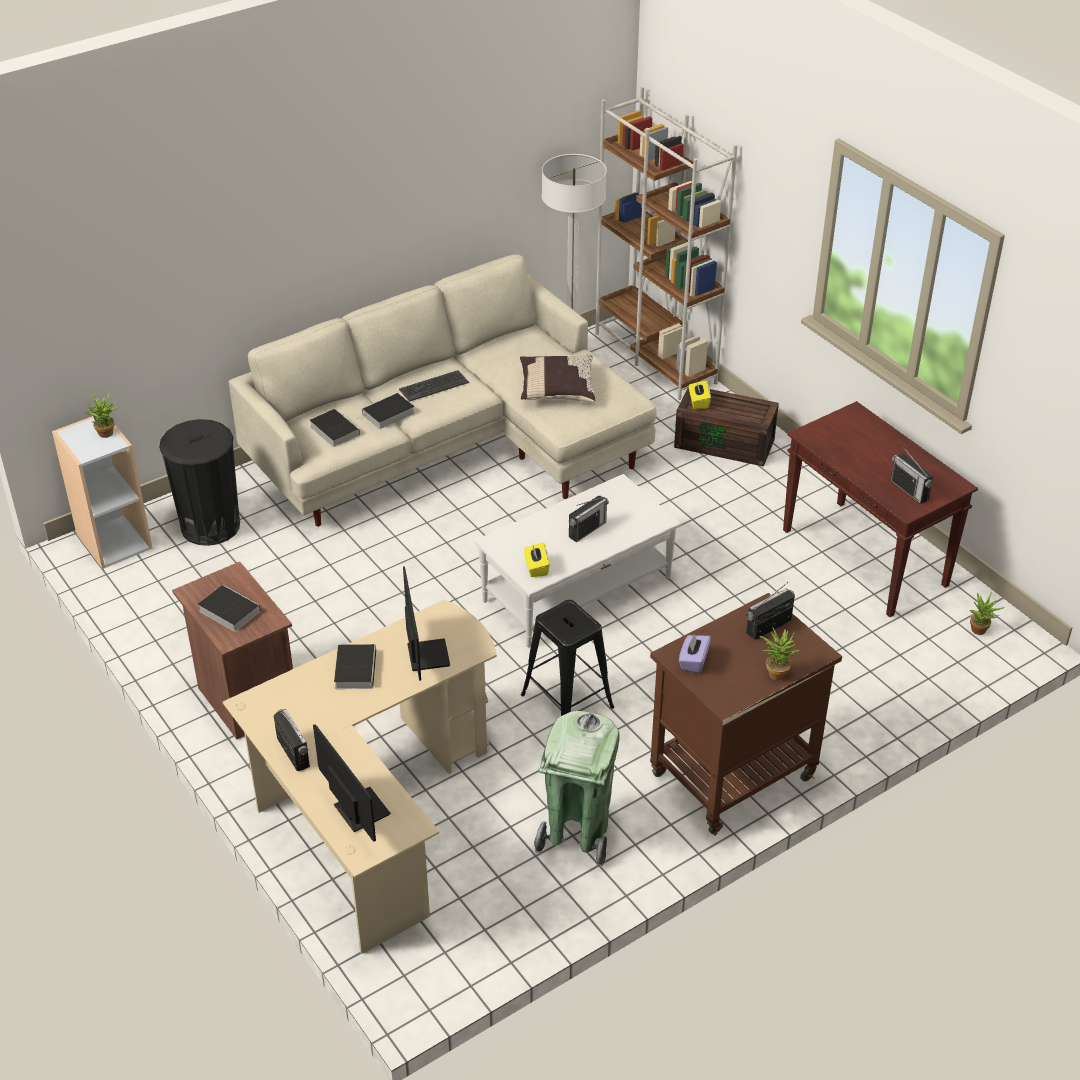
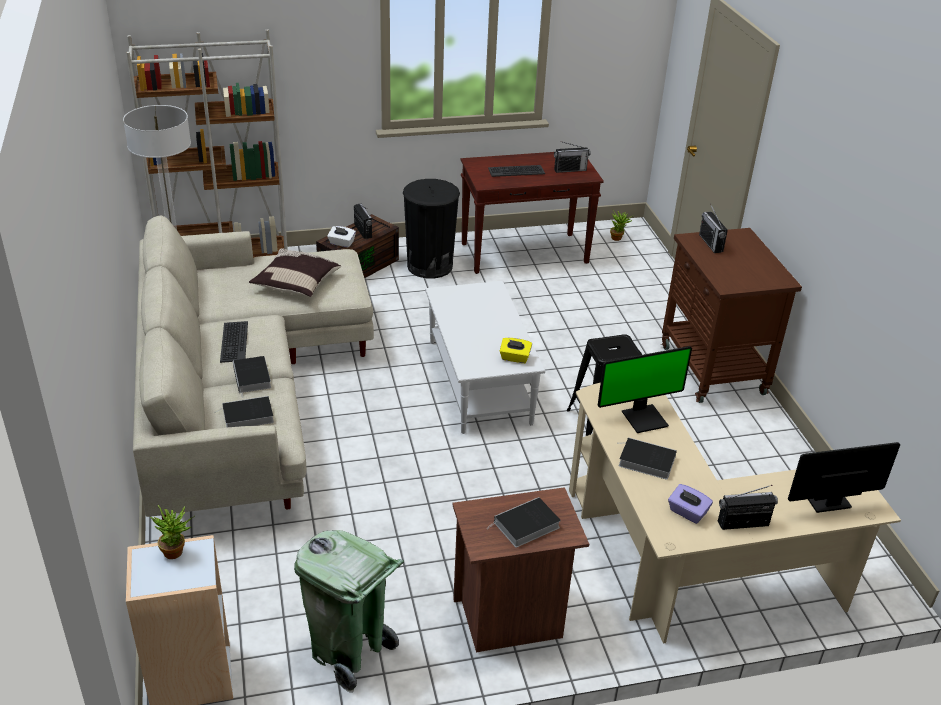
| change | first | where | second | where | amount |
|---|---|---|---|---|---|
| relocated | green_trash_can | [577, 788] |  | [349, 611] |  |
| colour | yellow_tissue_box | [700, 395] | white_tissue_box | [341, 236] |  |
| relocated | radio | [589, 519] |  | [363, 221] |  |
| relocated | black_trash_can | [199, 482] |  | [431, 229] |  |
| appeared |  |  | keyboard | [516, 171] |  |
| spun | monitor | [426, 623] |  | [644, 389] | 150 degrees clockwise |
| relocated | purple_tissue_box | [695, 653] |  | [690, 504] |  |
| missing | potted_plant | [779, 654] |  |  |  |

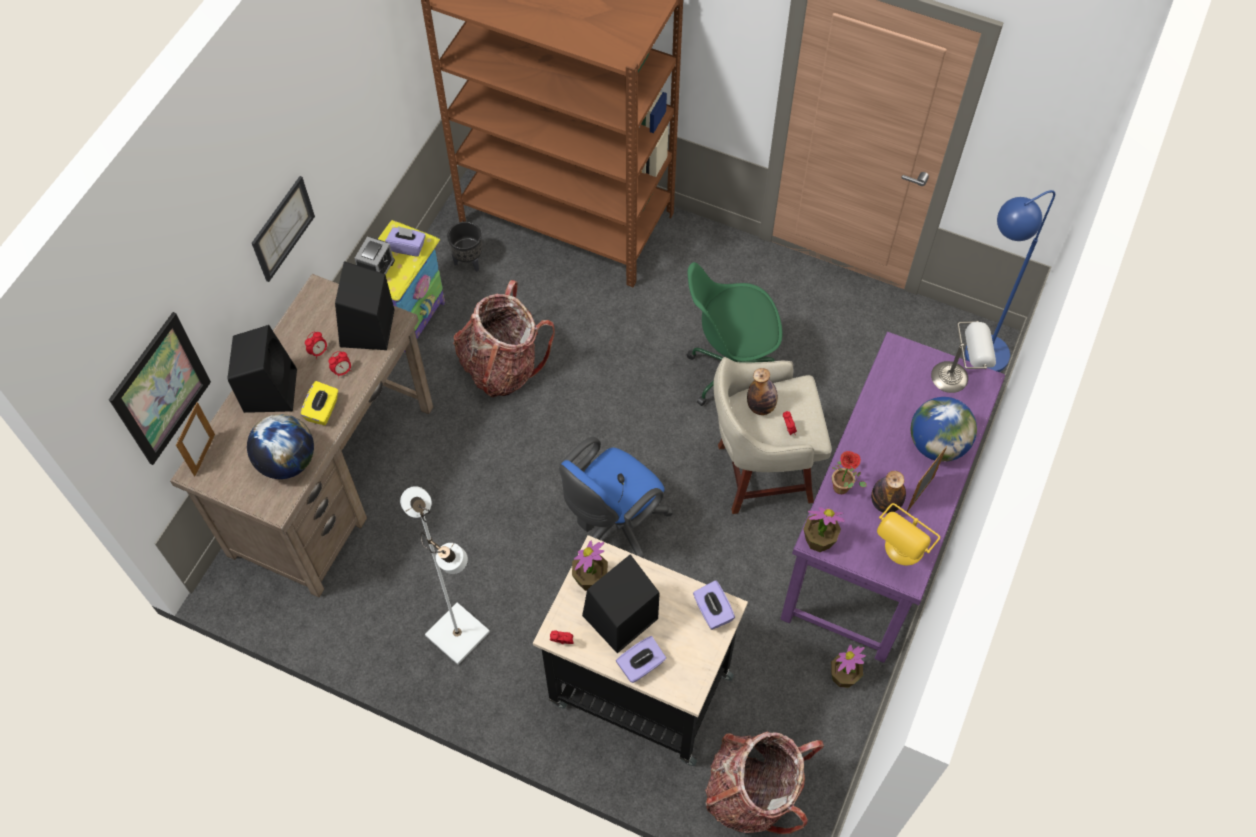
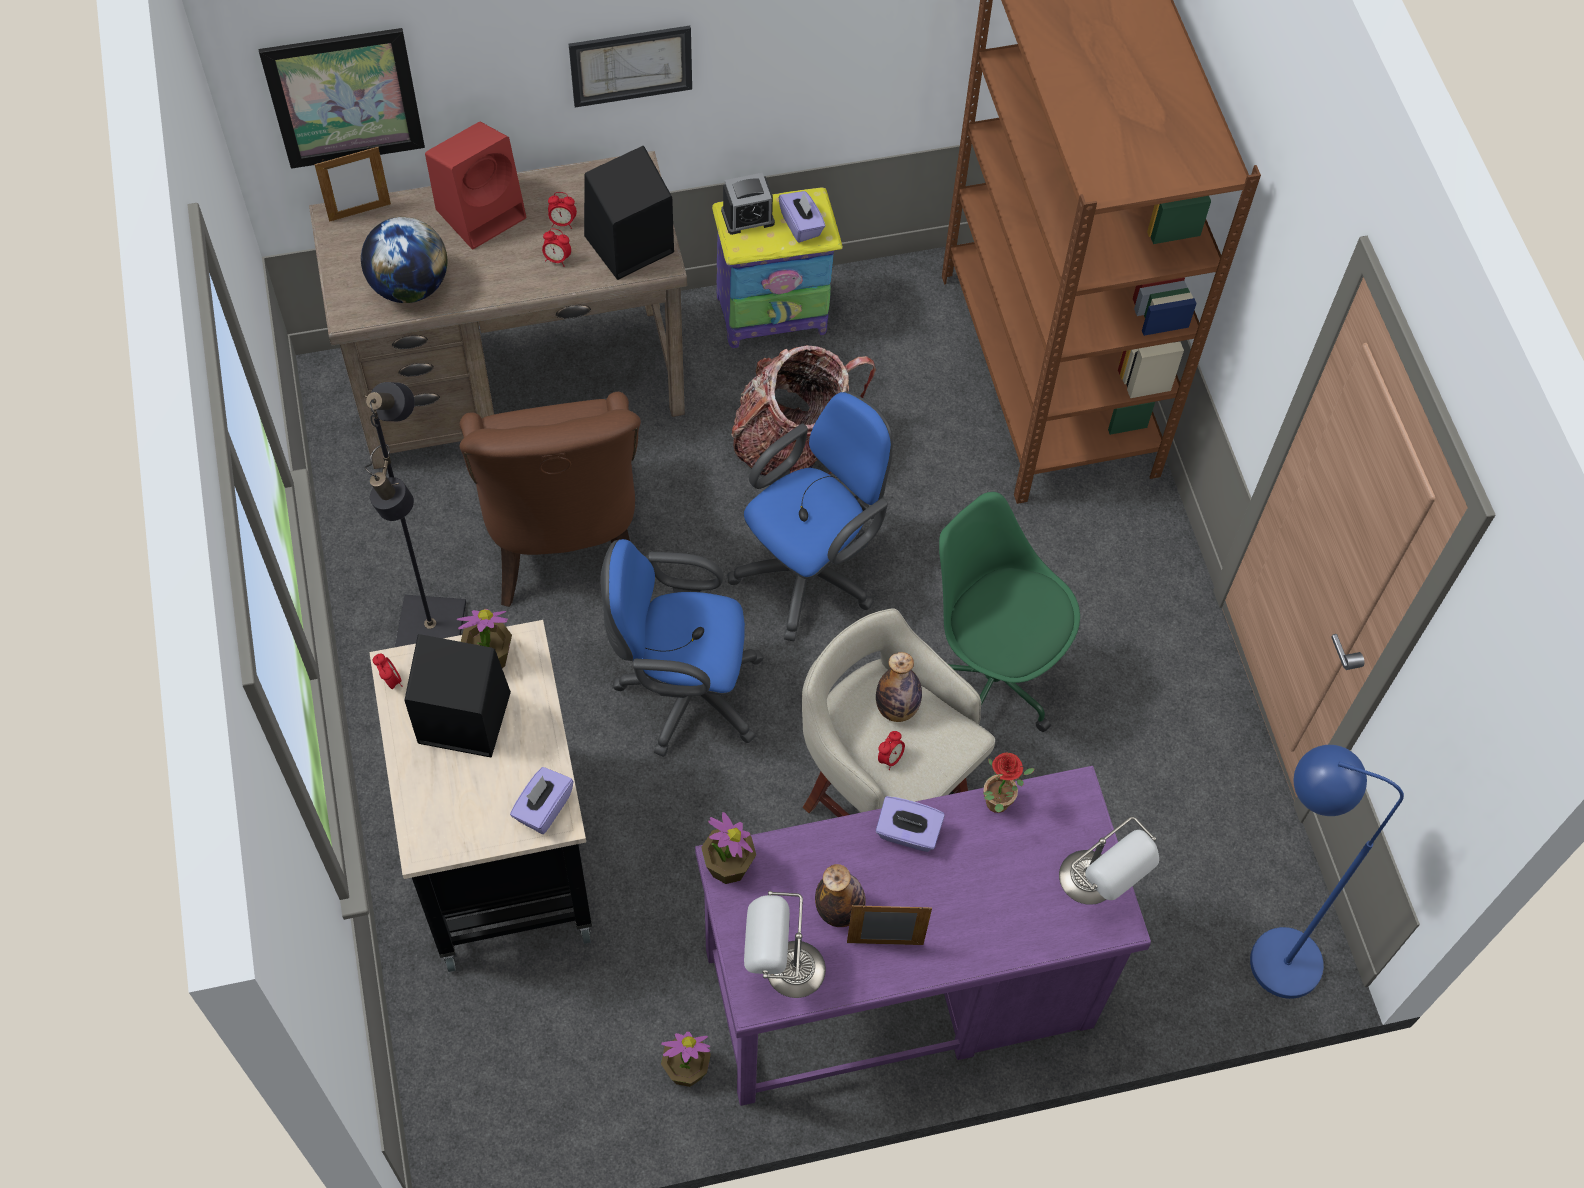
| change | first | where | second | where | amount |
|---|---|---|---|---|---|
| colour | white_floor_lamp | [445, 575] | black_floor_lamp | [415, 514] |  |
| colour | black_speaker | [262, 369] | red_speaker | [475, 186] |  |
| appeared |  |  | brown_chair | [550, 499] |  |
| appeared |  |  | blue_office_chair | [810, 516] |  |
| colour | yellow_table_lamp | [908, 534] | white_table_lamp | [785, 944] |  |
| relocated | purple_tissue_box | [641, 659] |  | [910, 824] |  |
| relocated | potted_plant | [849, 472] |  | [1009, 783] |  |
| missing | yellow_tissue_box | [319, 403] |  |  |  |
| missing | black_planter | [465, 247] |  |  |  |
| missing | backpack | [764, 783] |  |  |  |
| missing | globe | [944, 429] |  |  |  |

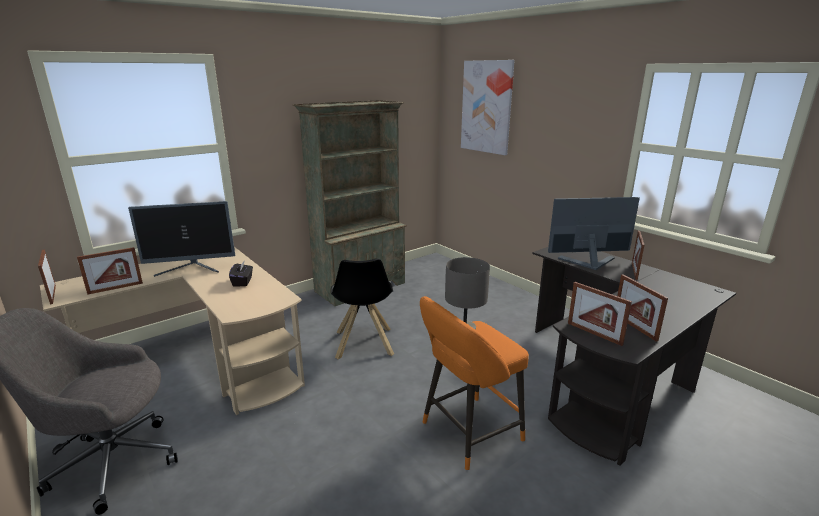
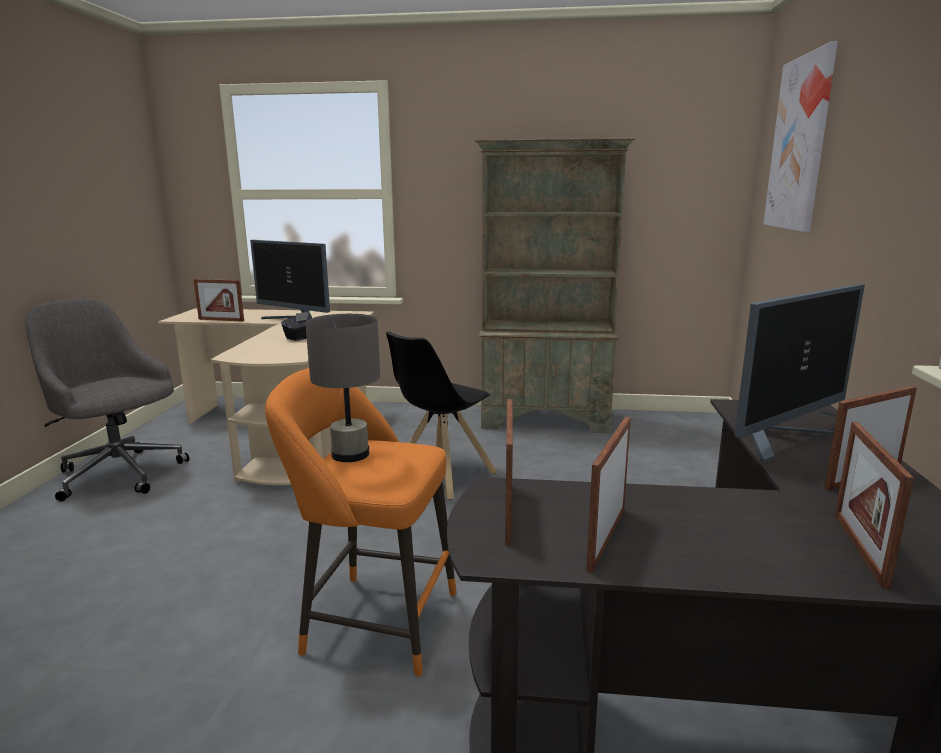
| change | first | where | second | where | amount |
|---|---|---|---|---|---|
| spun | monitor | [594, 233] |  | [800, 374] | 105 degrees clockwise |
| relocated | picture_frame | [47, 277] |  | [874, 505] |  |

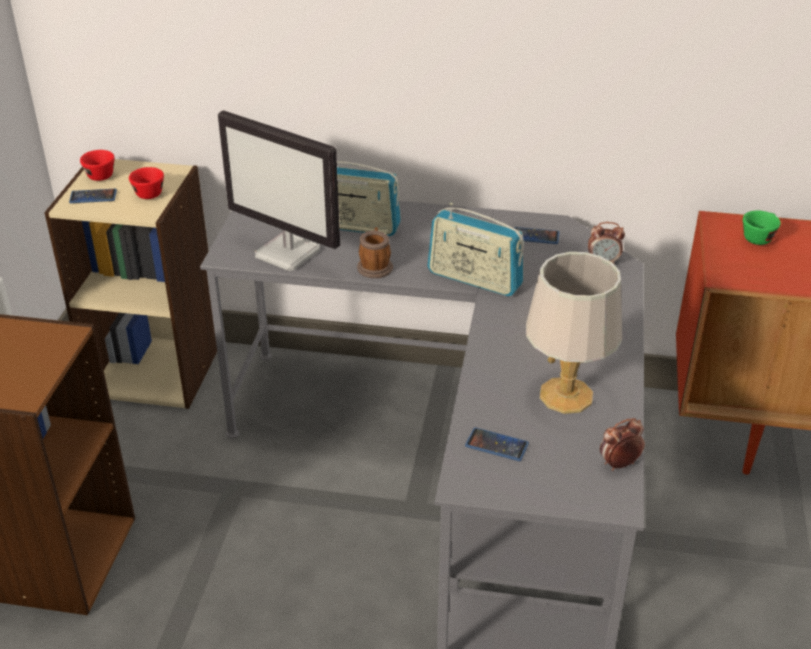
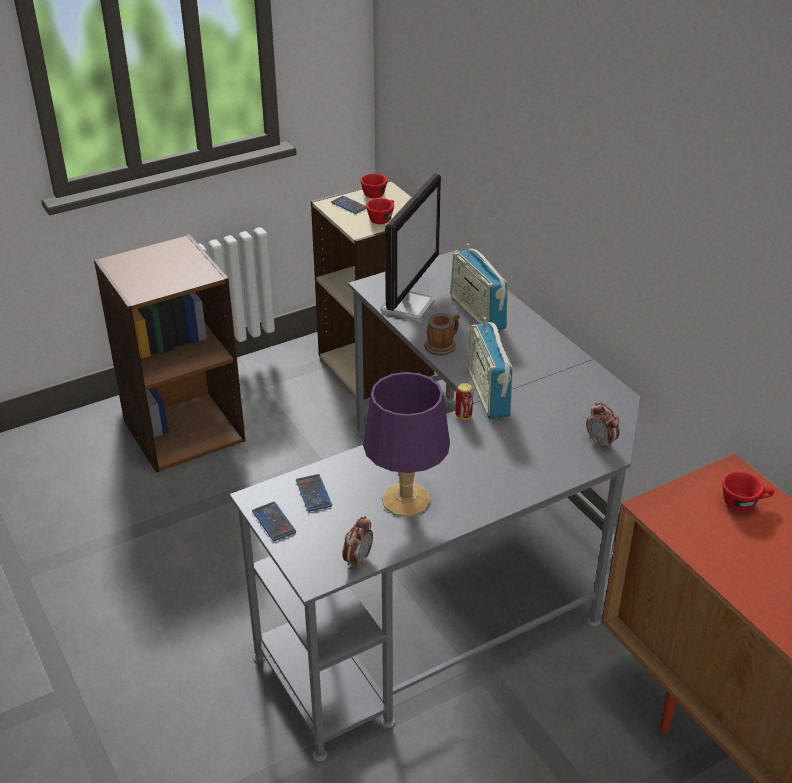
| change | first | where | second | where | amount |
|---|---|---|---|---|---|
| relocated | phone | [536, 235] |  | [274, 521] |  |
| spun | alarm_clock | [622, 444] |  | [357, 543] | 90 degrees clockwise |
| colour | grey_table_lamp | [574, 333] | purple_table_lamp | [406, 444] |  |
| spun | monitor | [279, 190] |  | [411, 247] | 150 degrees counterclockwise |
| appeared |  |  | can | [464, 401] |  |
| colour | green_cup | [762, 228] | red_cup | [748, 491] |  |

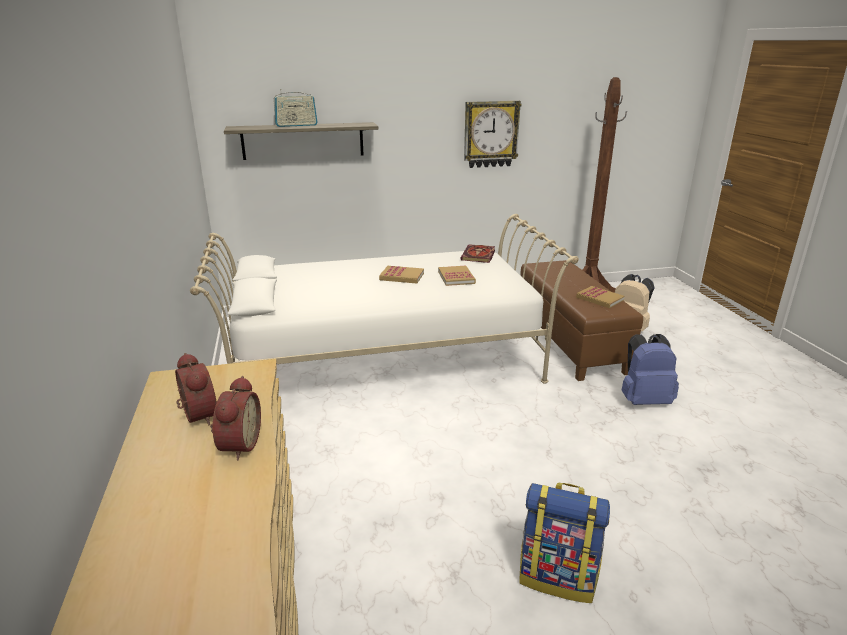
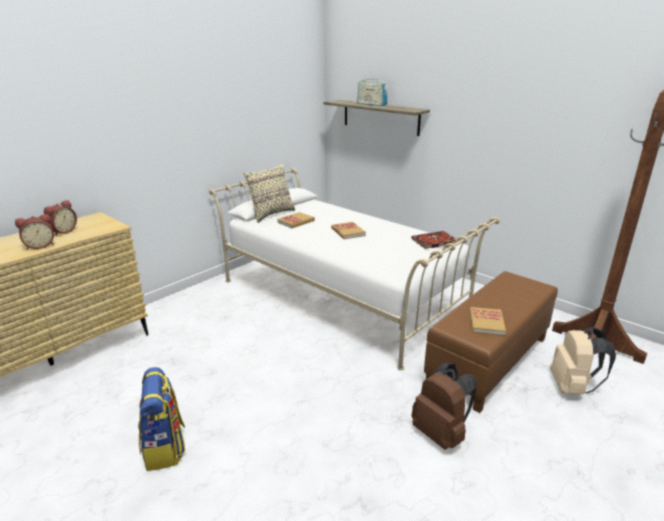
| change | first | where | second | where | amount |
|---|---|---|---|---|---|
| appeared |  |  | beige_pillow | [269, 193] |  |
| relocated | book | [457, 276] |  | [296, 220] |  |
| colour | blue_backpack | [650, 369] | brown_backpack | [444, 406] |  |
| missing | wall_clock | [493, 134] |  |  |  |

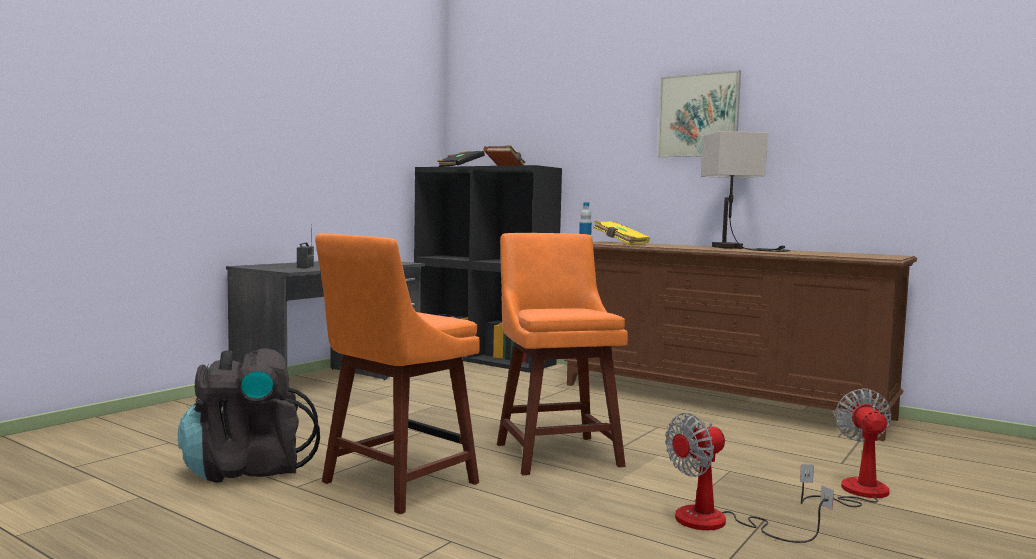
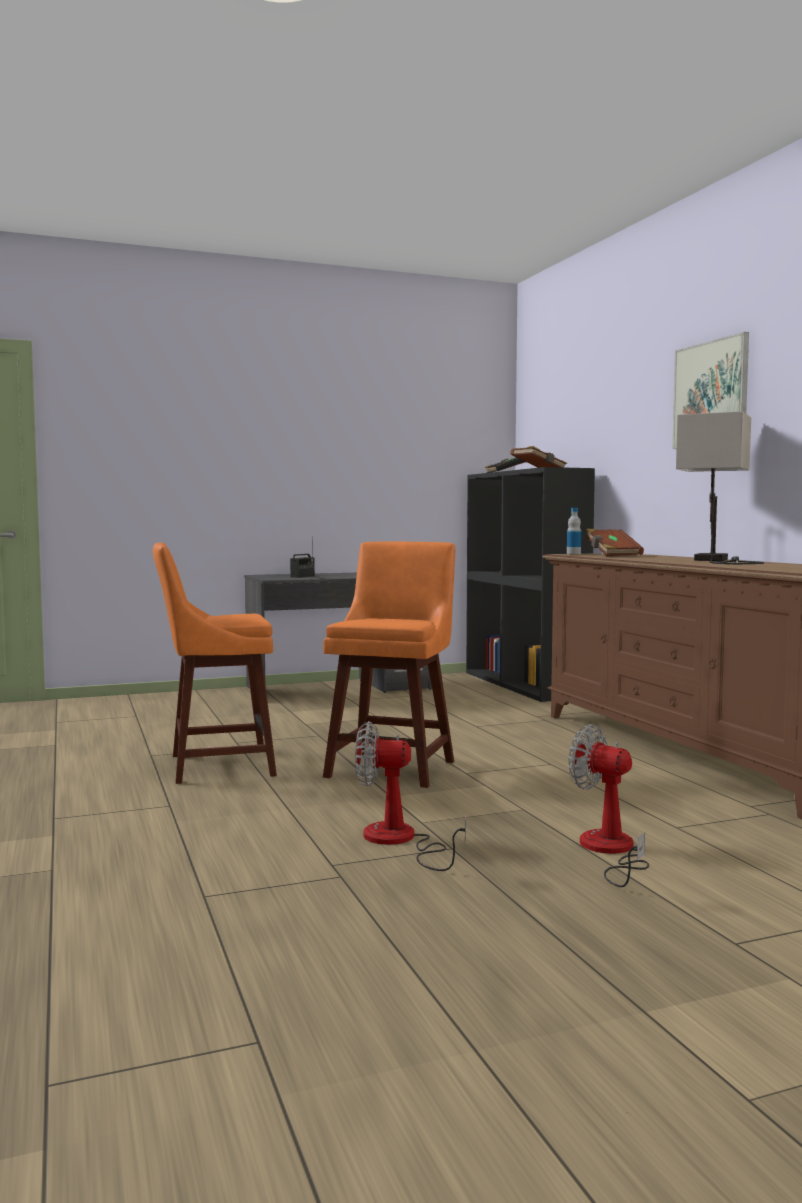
| change | first | where | second | where | amount |
|---|---|---|---|---|---|
| spun | fan | [846, 448] |  | [608, 805] | 90 degrees counterclockwise |
| colour | yellow_book | [621, 233] | brown_book | [615, 542] |  |
| missing | black_backpack | [249, 415] |  |  |  |

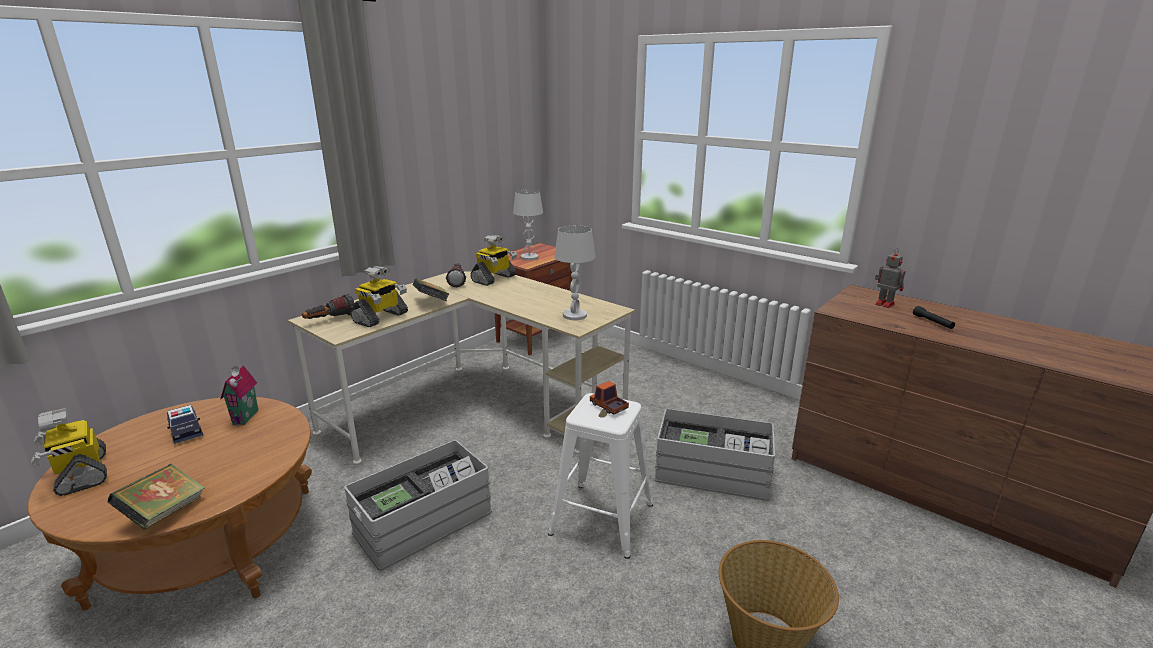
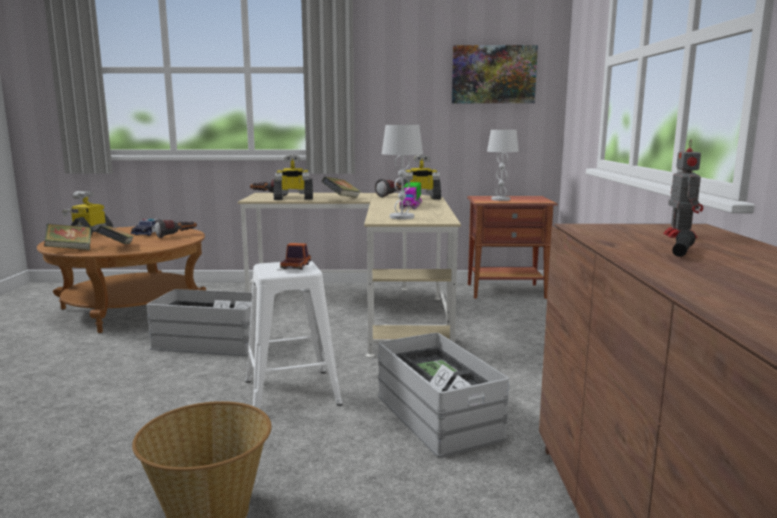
| change | first | where | second | where | amount |
|---|---|---|---|---|---|
| appeared |  |  | book | [115, 235] |  |
| exchanged | toy_house | [239, 395] | flashlight | [176, 228] |  |
| appeared |  |  | toy_truck | [410, 196] |  |
| appeared |  |  | picture | [495, 74] |  |

